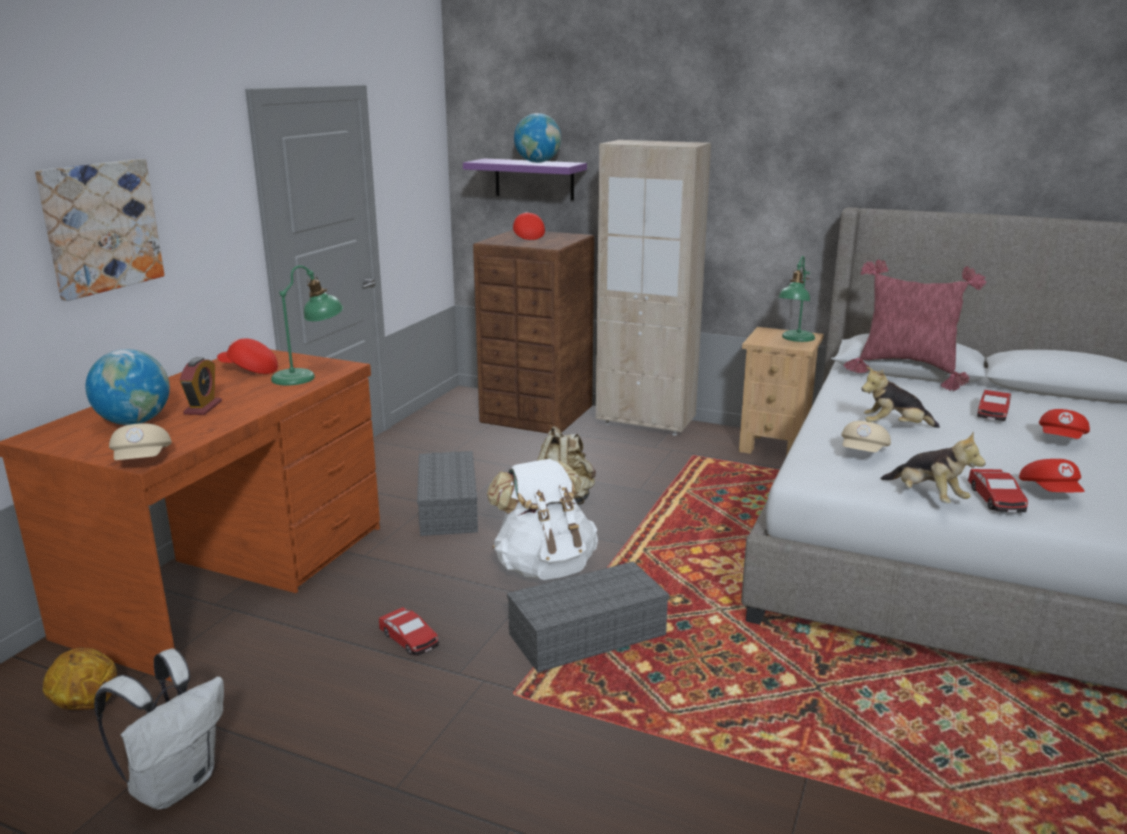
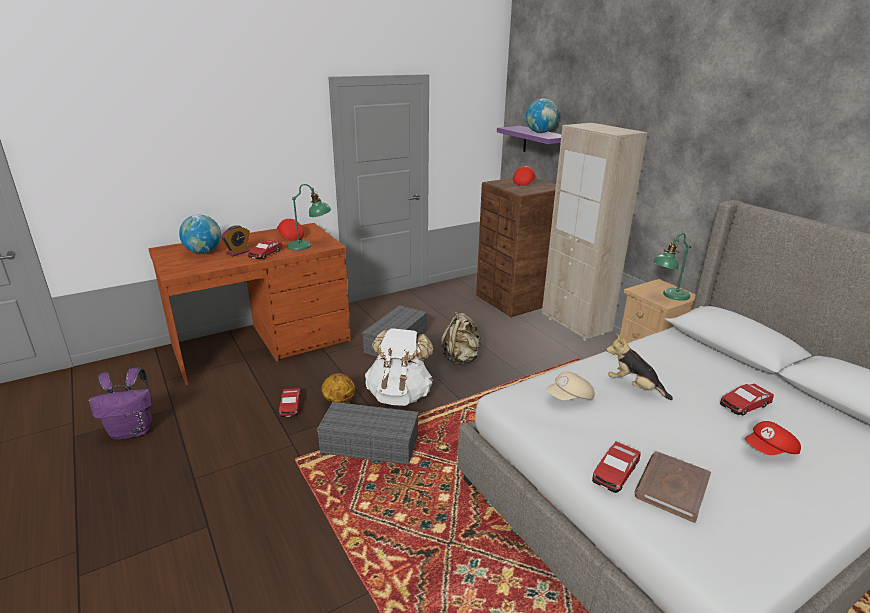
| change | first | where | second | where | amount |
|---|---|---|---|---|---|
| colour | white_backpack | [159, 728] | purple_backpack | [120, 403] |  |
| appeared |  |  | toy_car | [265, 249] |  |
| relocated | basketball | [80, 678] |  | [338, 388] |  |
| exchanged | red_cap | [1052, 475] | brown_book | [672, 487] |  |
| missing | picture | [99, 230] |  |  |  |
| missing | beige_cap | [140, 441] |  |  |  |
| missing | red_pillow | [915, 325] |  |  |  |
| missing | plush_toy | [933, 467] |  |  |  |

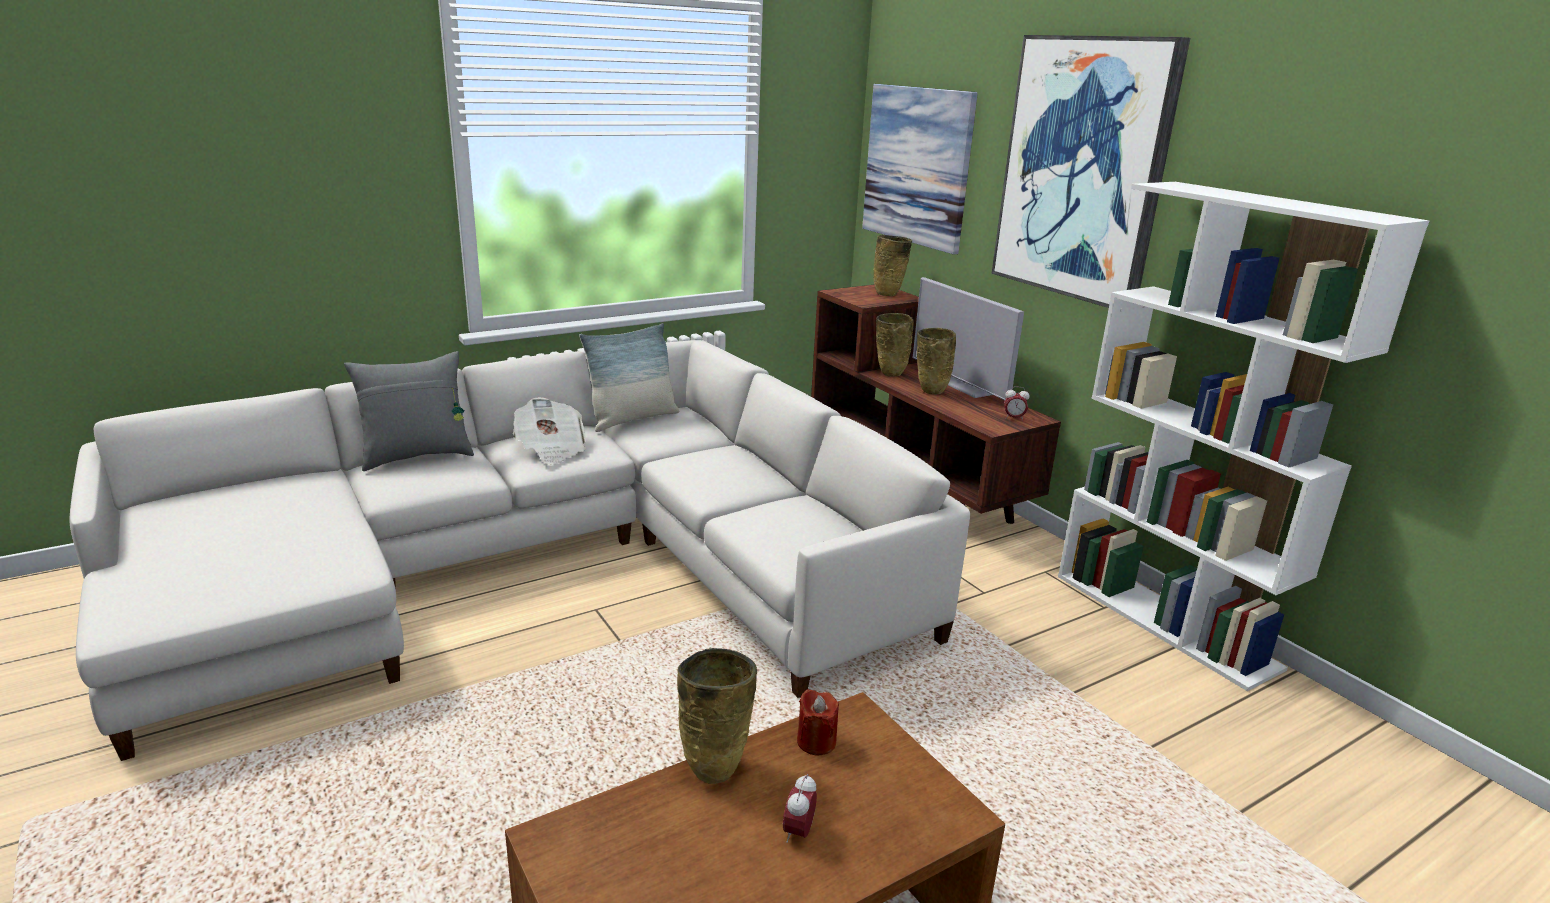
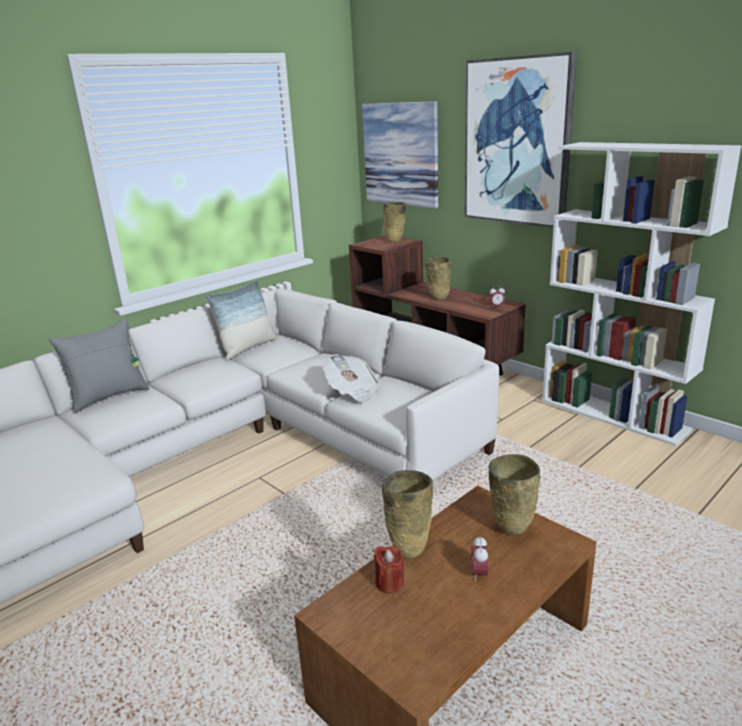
| change | first | where | second | where | amount |
|---|---|---|---|---|---|
| relocated | newspaper | [549, 431] |  | [352, 378] |  |
| relocated | red_candle | [818, 722] |  | [389, 569] |  |
| relocated | beige_vase | [895, 345] |  | [514, 495] |  |
| missing | television | [968, 338] |  |  |  |

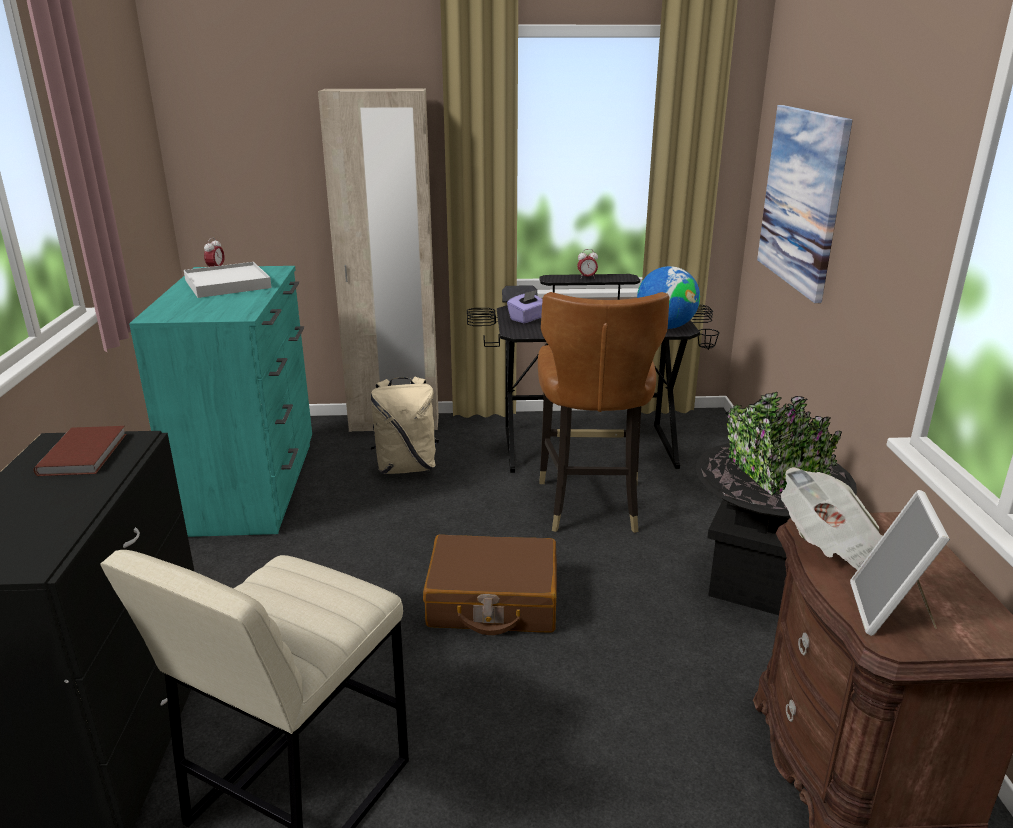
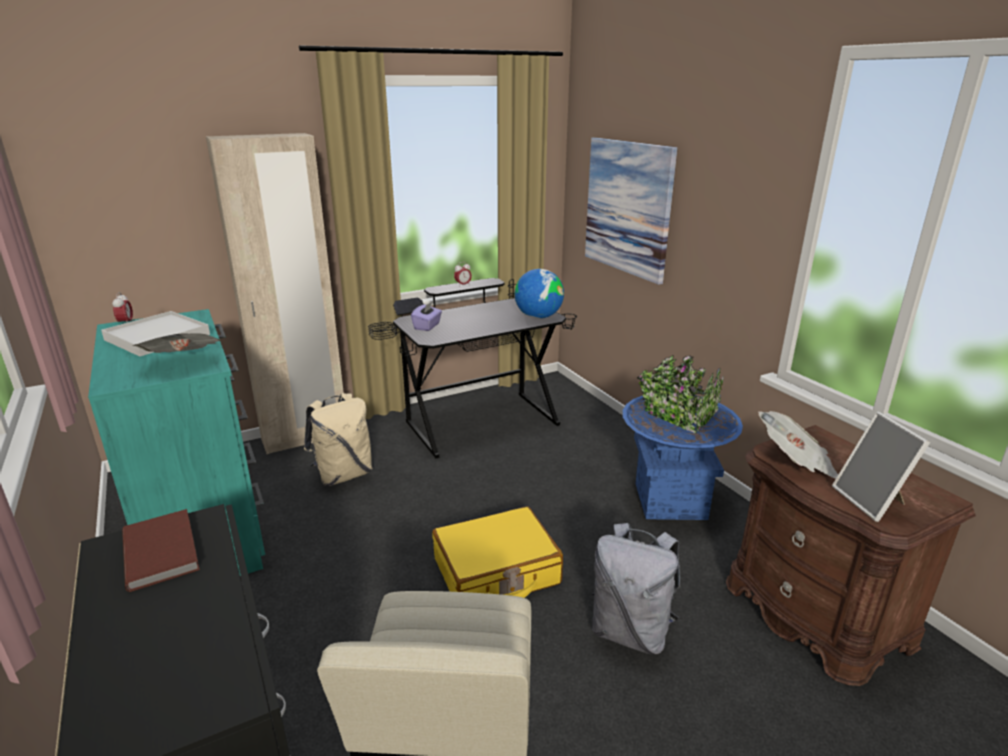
| change | first | where | second | where | amount |
|---|---|---|---|---|---|
| appeared |  |  | newspaper | [176, 343] |  |
| colour | brown_suitcase | [490, 584] | yellow_suitcase | [497, 552] |  |
| appeared |  |  | grey_backpack | [636, 589] |  |
| colour | black_planter | [776, 503] | blue_planter | [683, 437] |  |
| missing | brown_chair | [603, 412] |  |  |  |

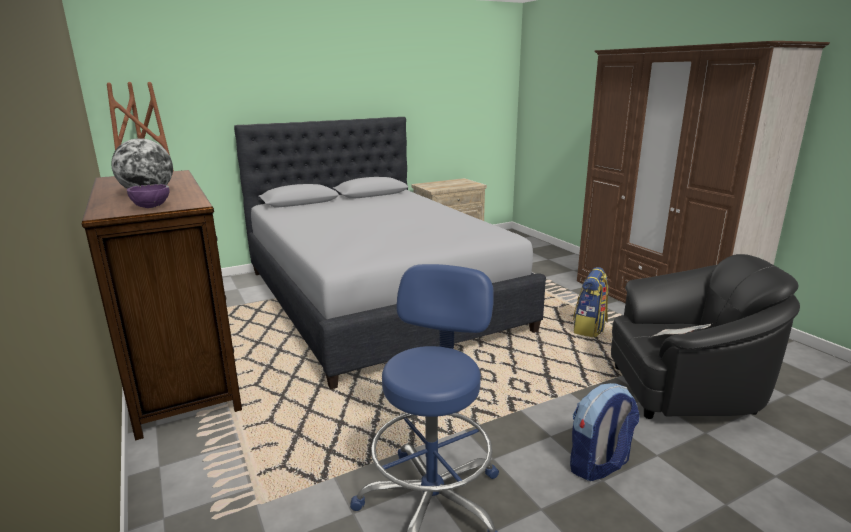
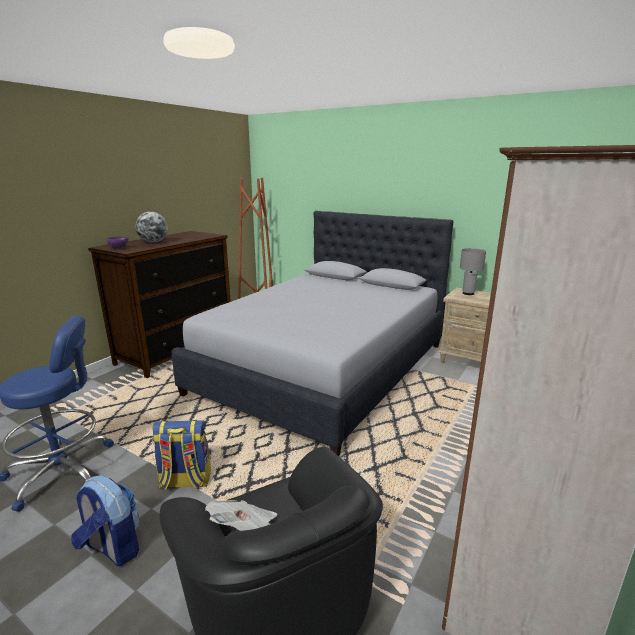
| change | first | where | second | where | amount |
|---|---|---|---|---|---|
| relocated | backpack | [590, 302] |  | [181, 455] |  |
| appeared |  |  | grey_table_lamp | [473, 271] |  |

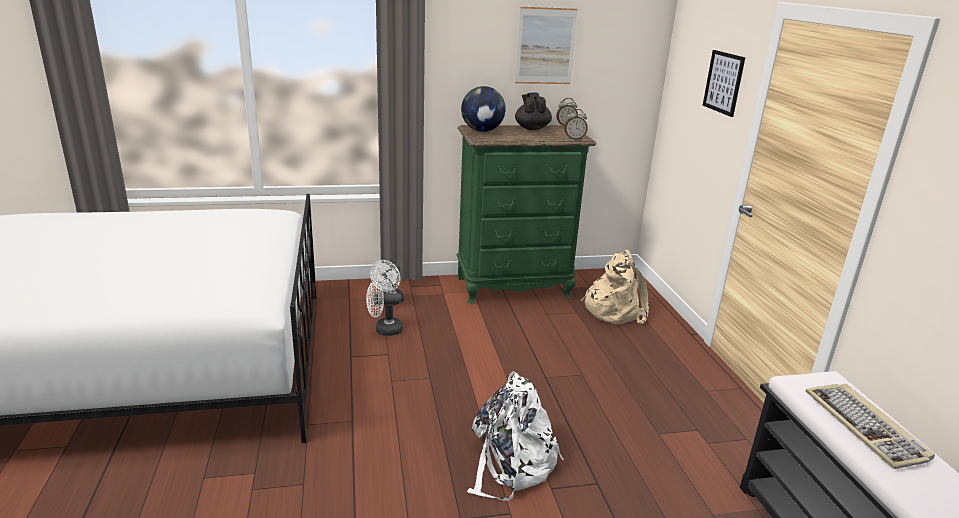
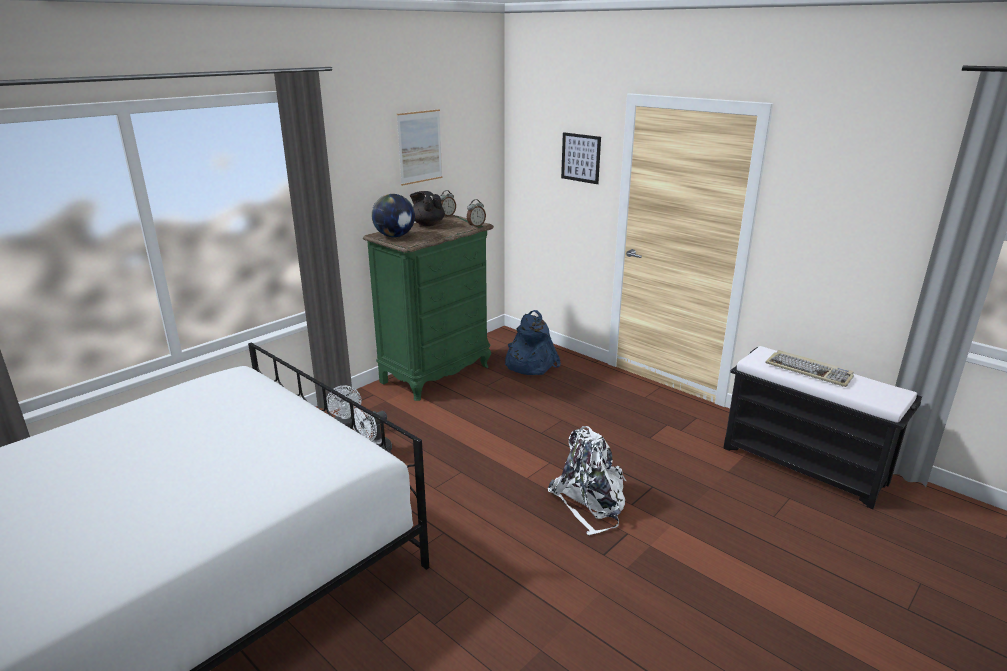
| change | first | where | second | where | amount |
|---|---|---|---|---|---|
| colour | beige_backpack | [615, 287] | blue_backpack | [533, 342] |  |

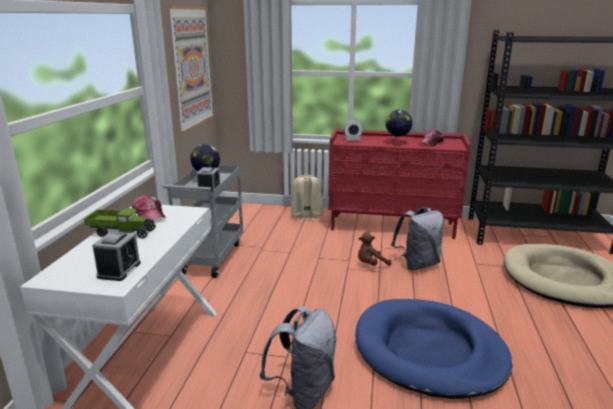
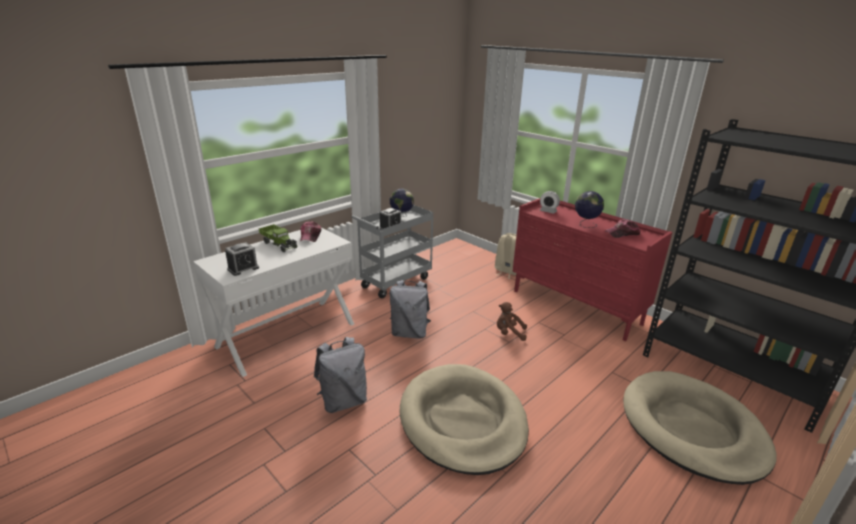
| change | first | where | second | where | amount |
|---|---|---|---|---|---|
| relocated | grey_backpack | [417, 238] |  | [410, 309] |  |
| colour | blue_dog_bed | [433, 349] | beige_dog_bed | [464, 419] |  |
| missing | picture | [191, 69] |  |  |  |

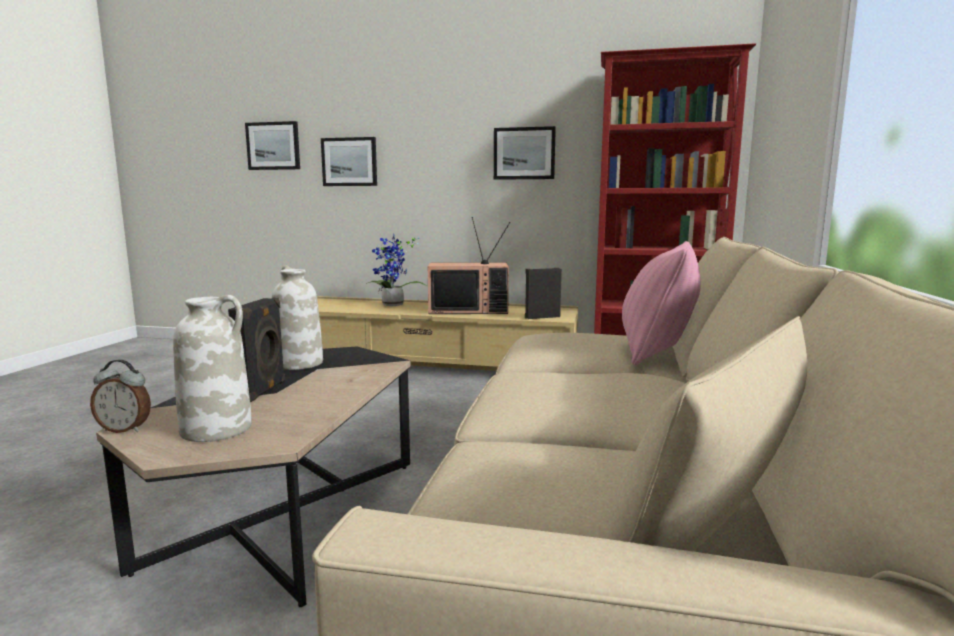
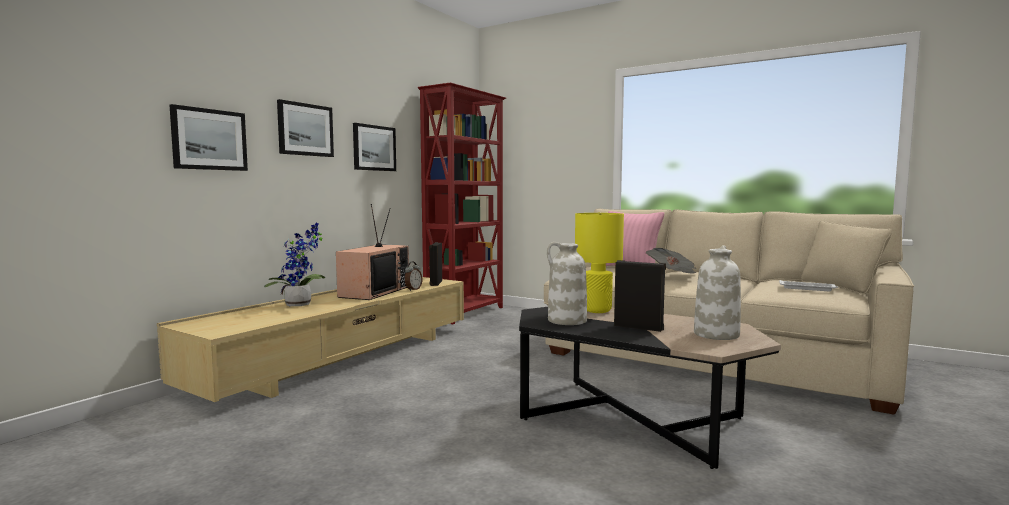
| change | first | where | second | where | amount |
|---|---|---|---|---|---|
| relocated | picture | [272, 145] |  | [305, 128] |  |
| relocated | alarm_clock | [120, 396] |  | [413, 276] |  |
| appeared |  |  | yellow_table_lamp | [599, 262] |  |
| appeared |  |  | newspaper | [671, 260] |  |
| appeared |  |  | white_tray | [808, 285] |  |

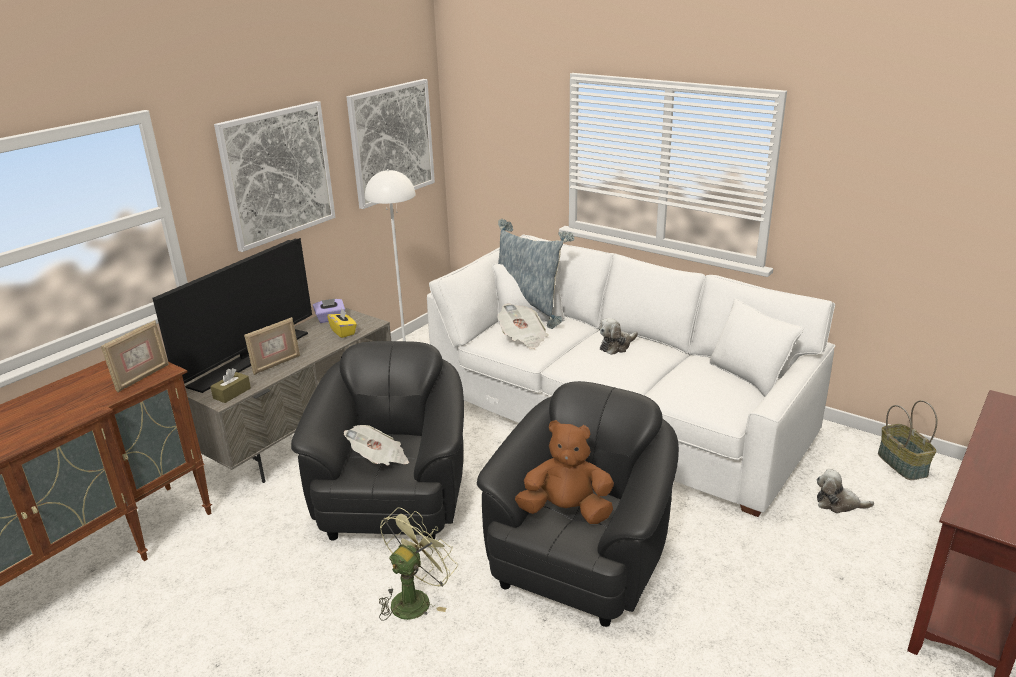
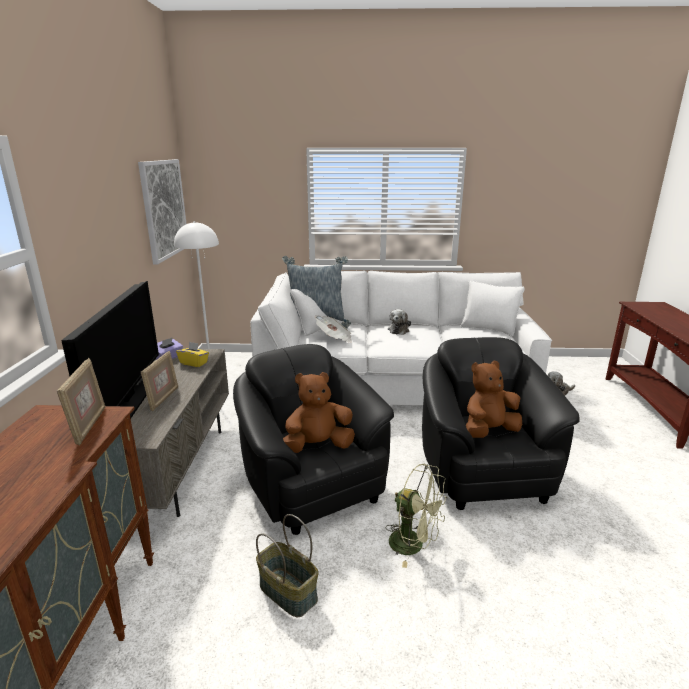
| change | first | where | second | where | amount |
|---|---|---|---|---|---|
| relocated | basket | [908, 440] |  | [287, 566] |  |
| exchanged | newspaper | [376, 445] | brown_plush_toy | [319, 412] |  |
| spun | green_fan | [418, 564] |  | [416, 516] | 120 degrees clockwise |
| missing | brown_tissue_box | [230, 385] |  |  |  |
| missing | picture | [274, 176] |  |  |  |

